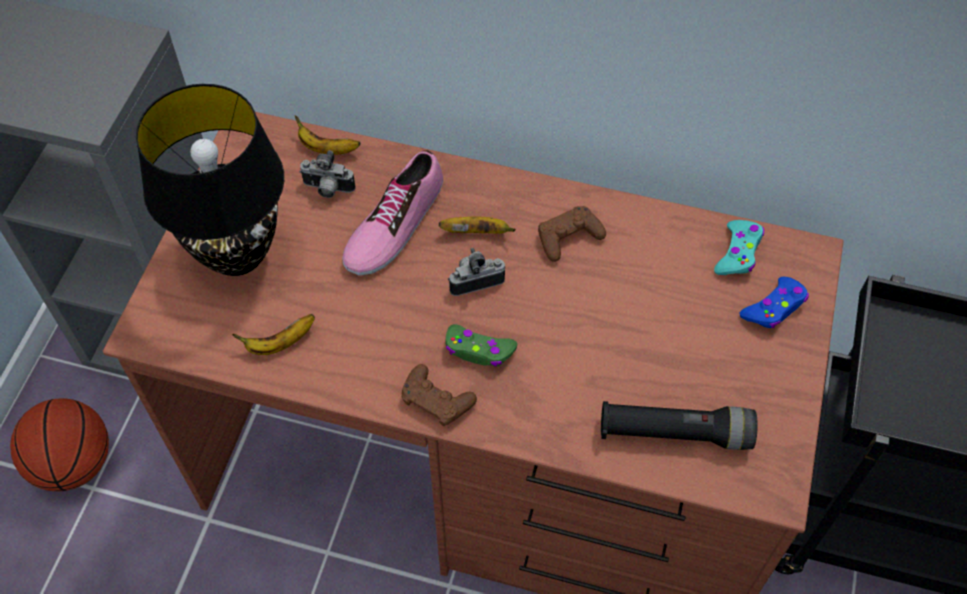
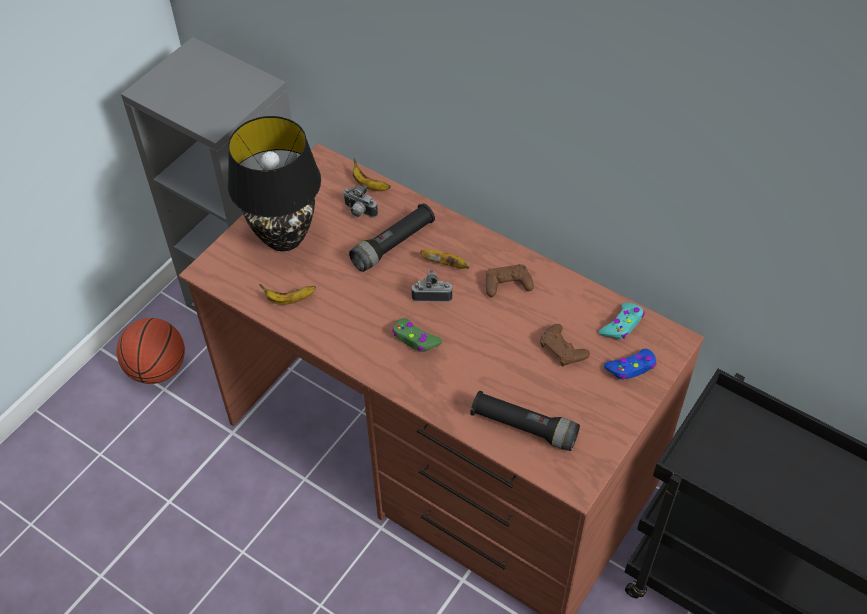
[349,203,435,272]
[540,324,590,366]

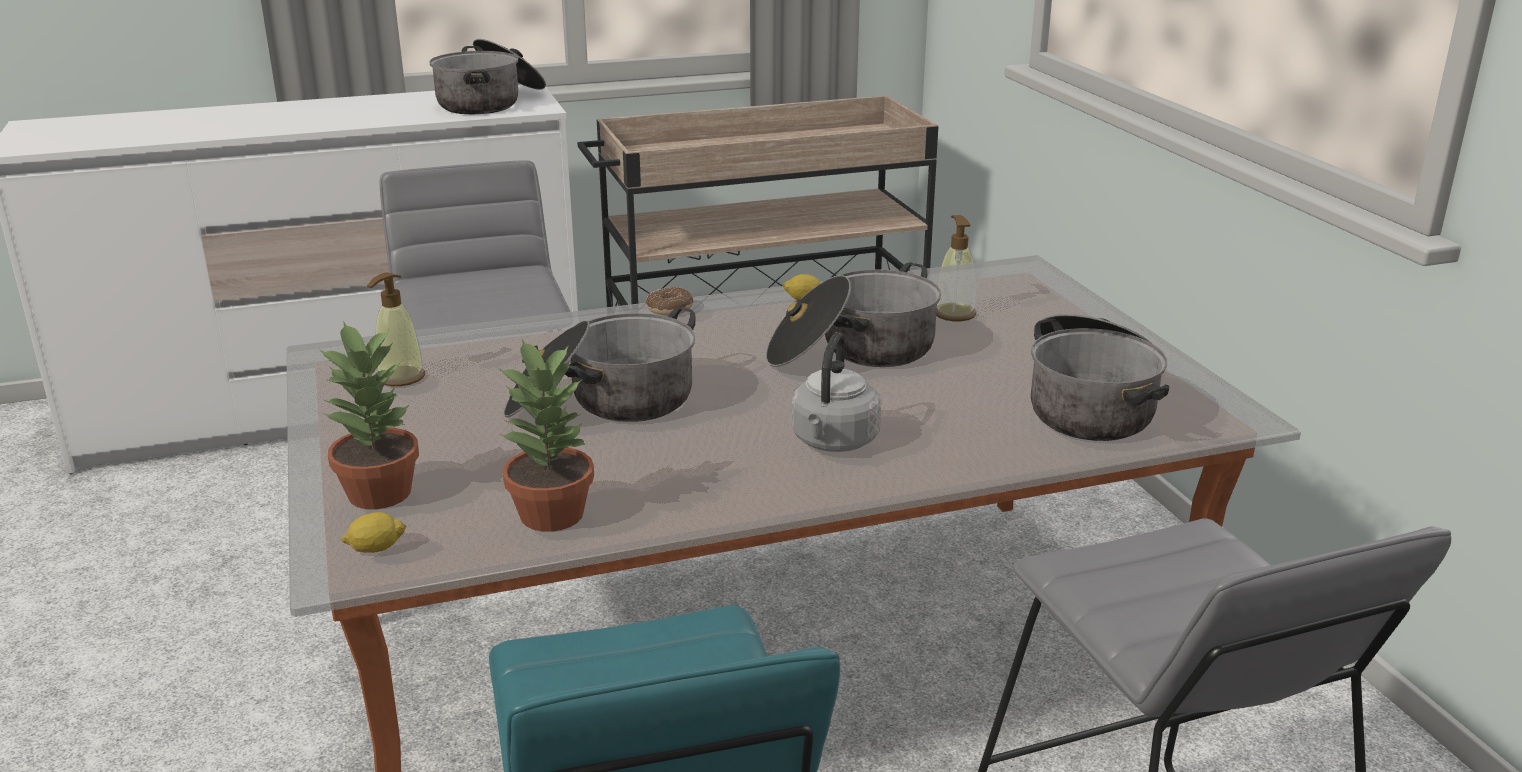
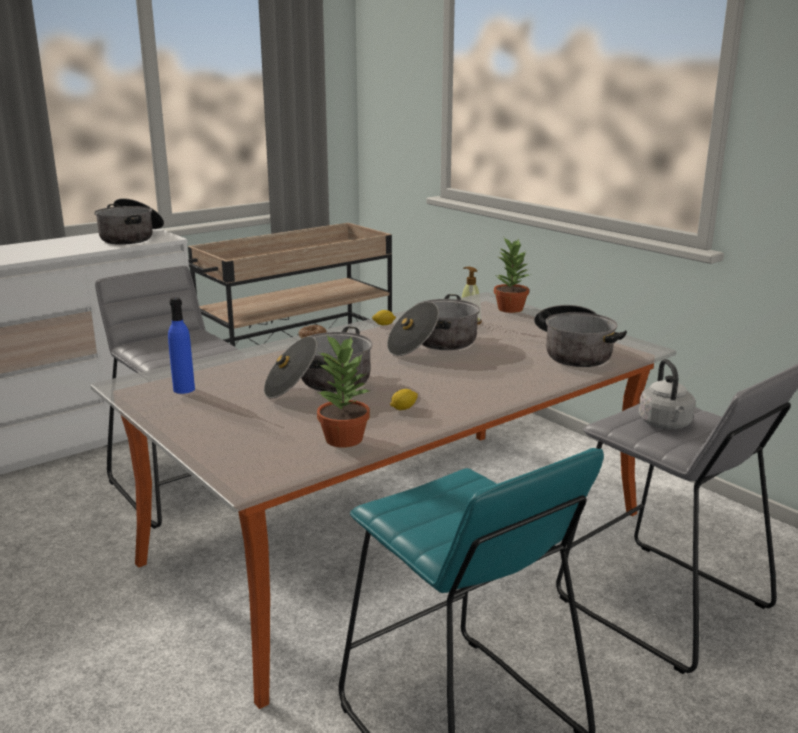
[494,238,532,313]
[390,389,418,410]
[168,297,195,394]
[638,359,696,429]

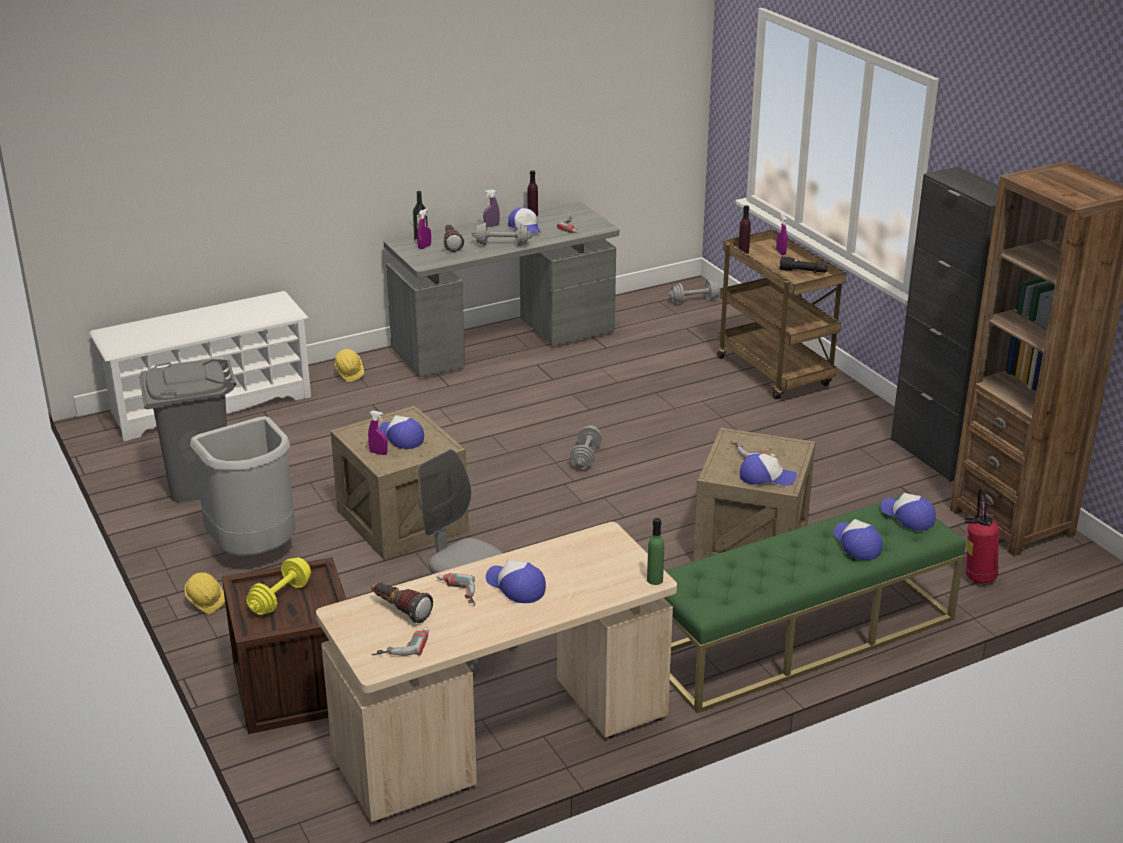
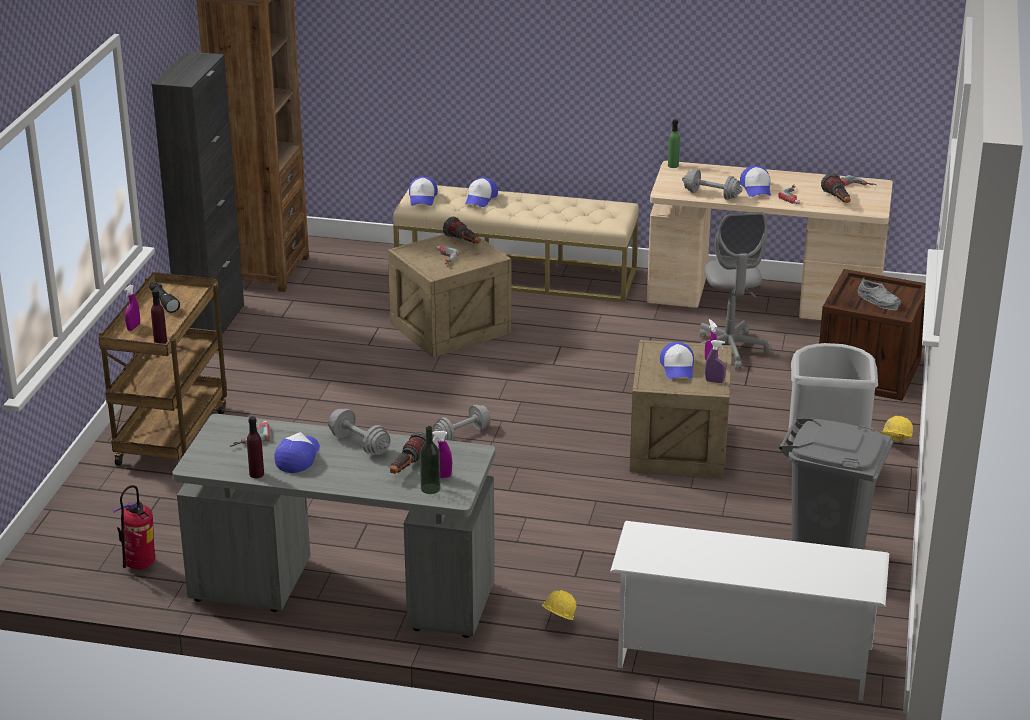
[858,277,901,310]
[705,340,726,383]
[393,185,639,302]
[682,169,743,200]
[443,217,481,243]
[112,485,155,570]

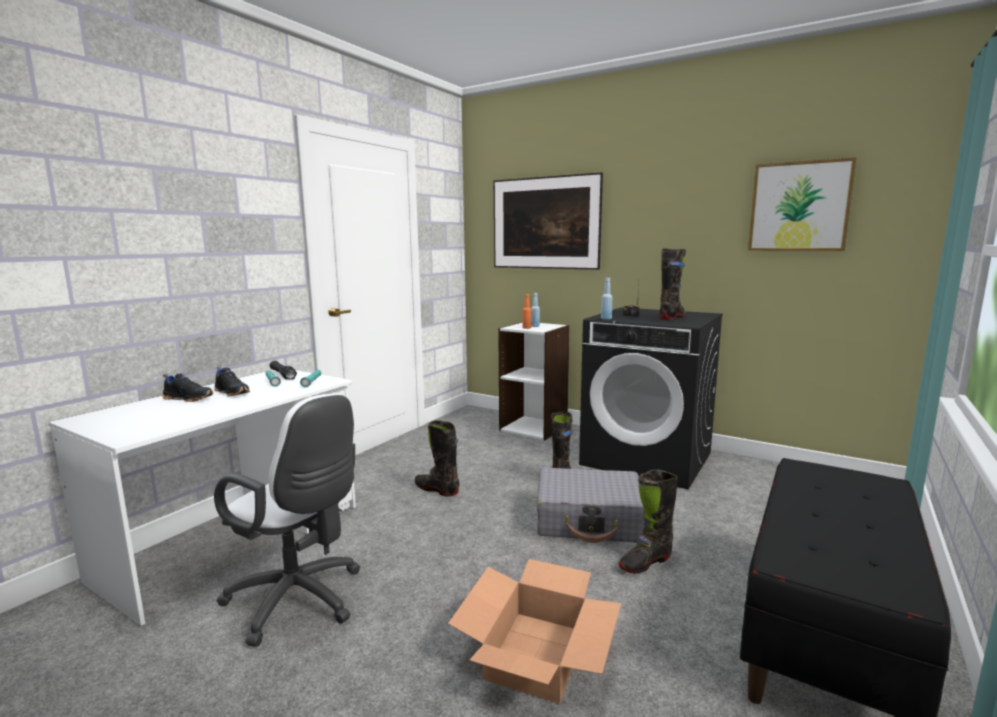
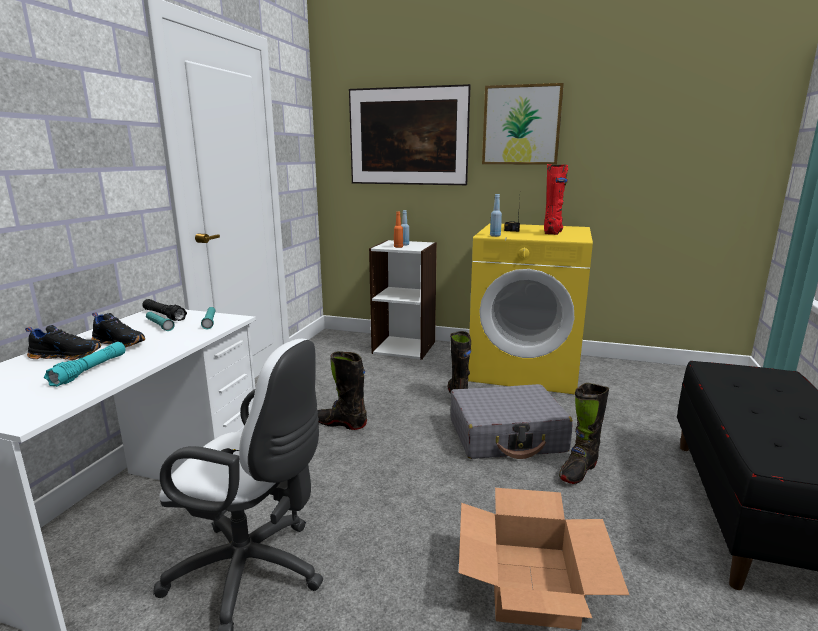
[468,223,593,394]
[544,164,568,235]
[482,83,564,165]
[44,342,125,387]

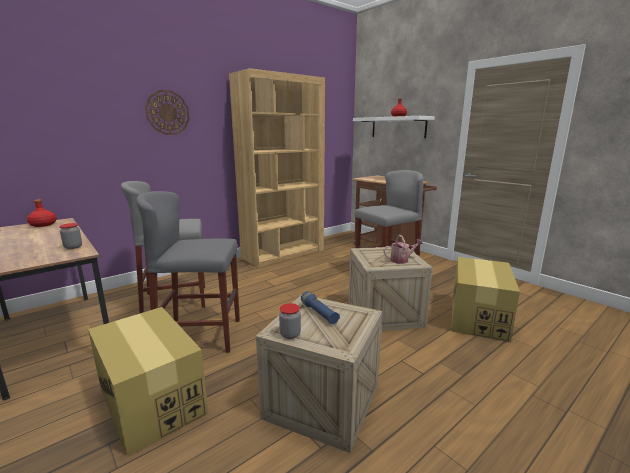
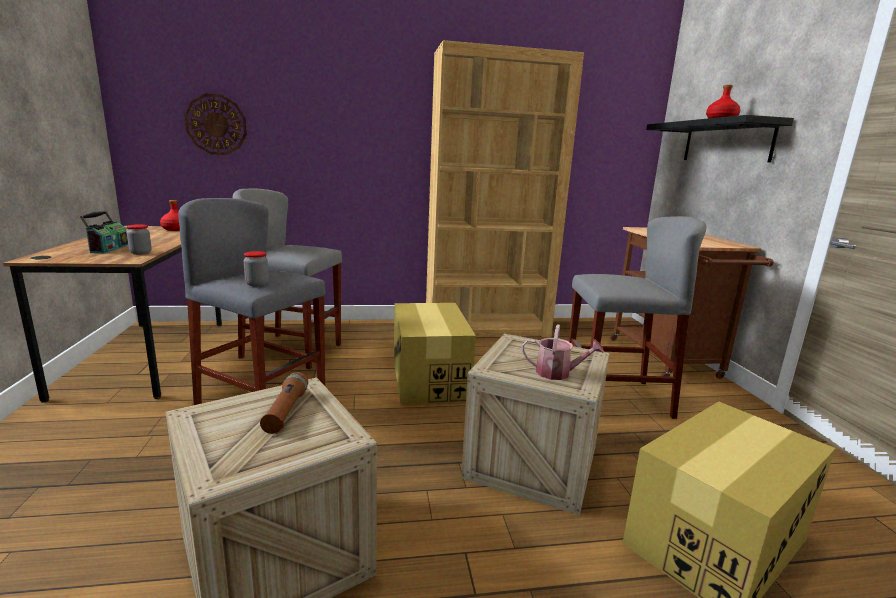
[394,303,476,405]
[185,94,247,155]
[244,251,269,286]
[260,372,308,434]
[646,115,794,162]
[80,211,128,253]

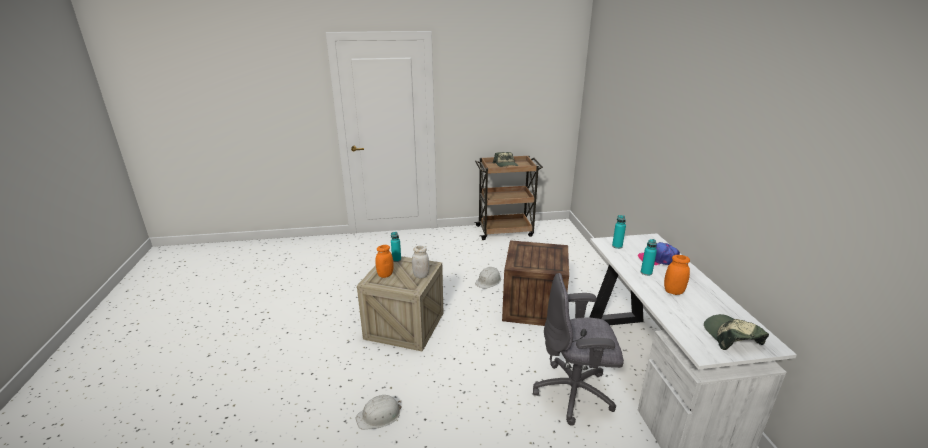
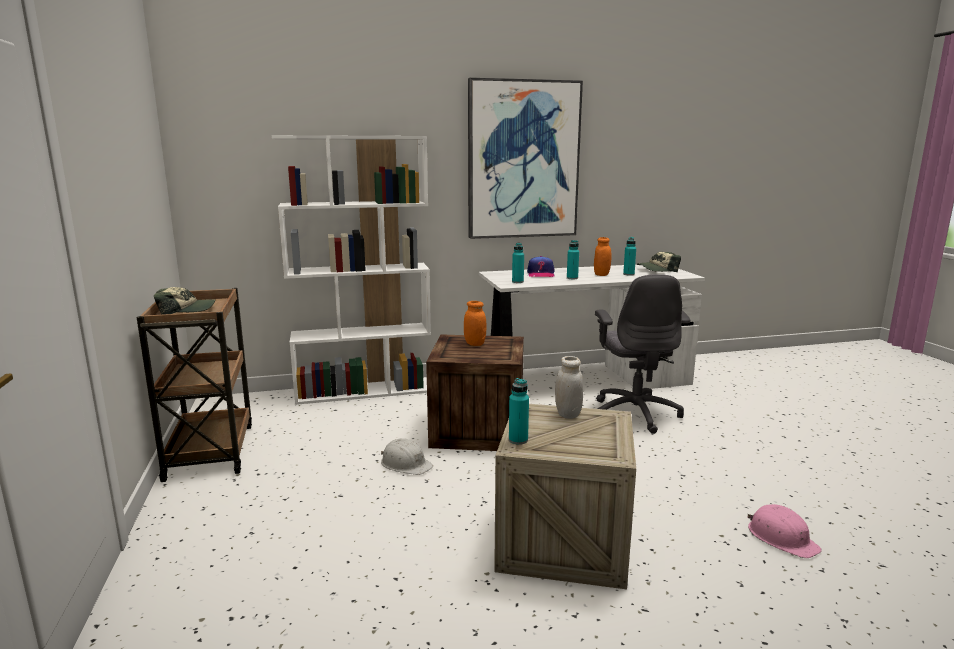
[747,504,822,558]
[464,301,486,346]
[272,135,431,405]
[468,78,583,239]
[623,237,636,276]

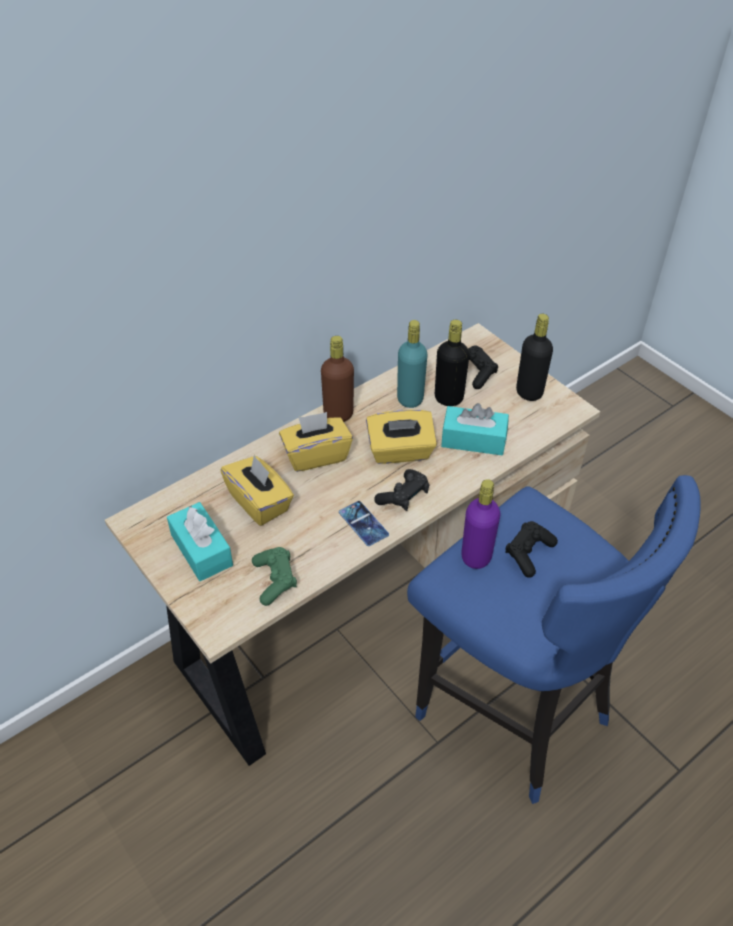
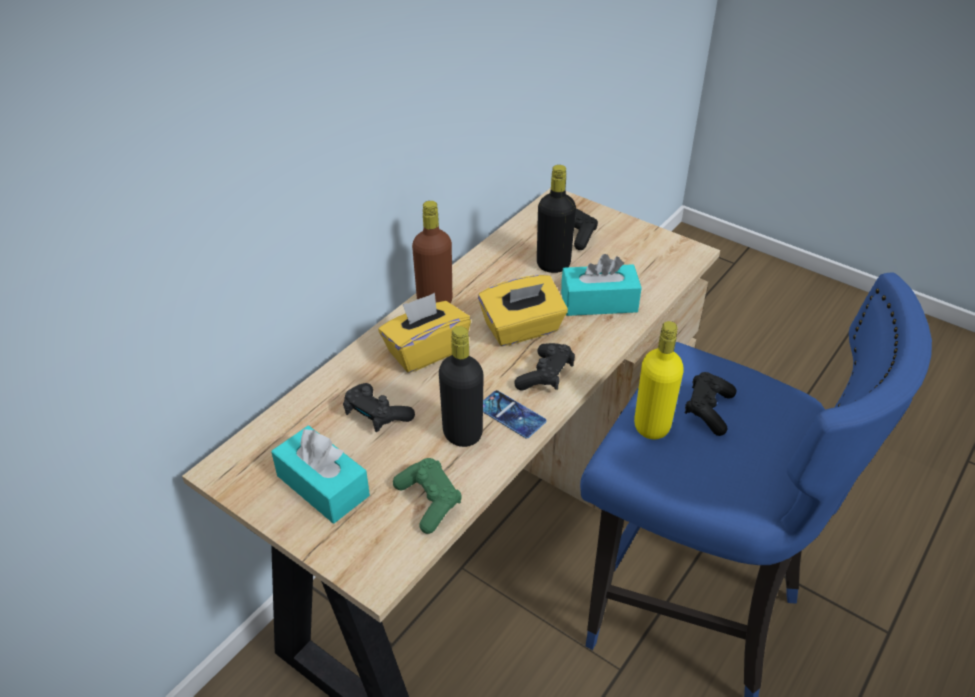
[343,383,415,432]
[397,320,427,408] (first image)
[634,321,684,439]
[439,326,484,447]

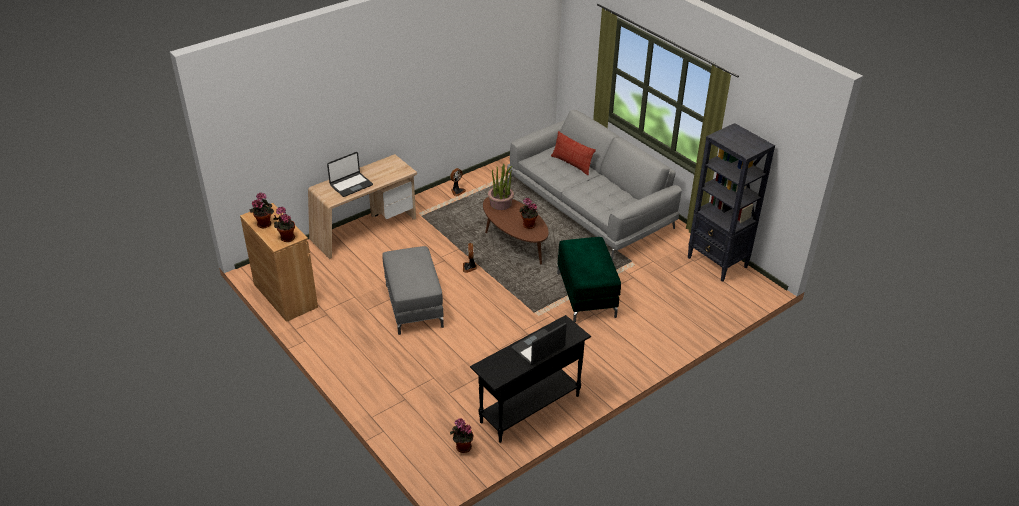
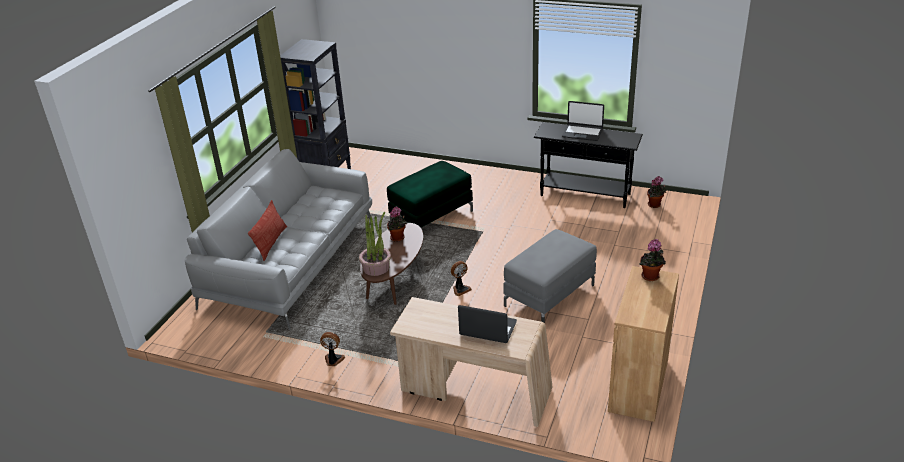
[249,192,274,228] (first image)

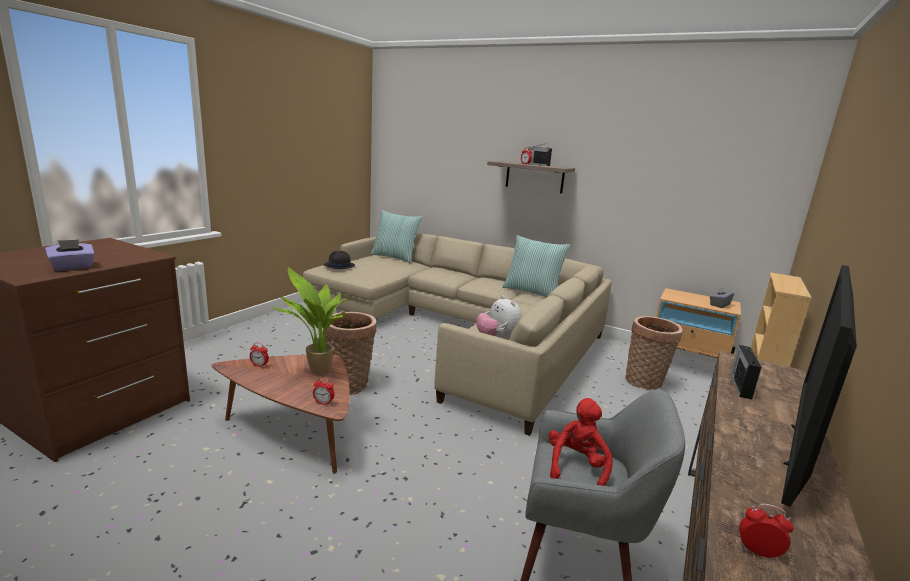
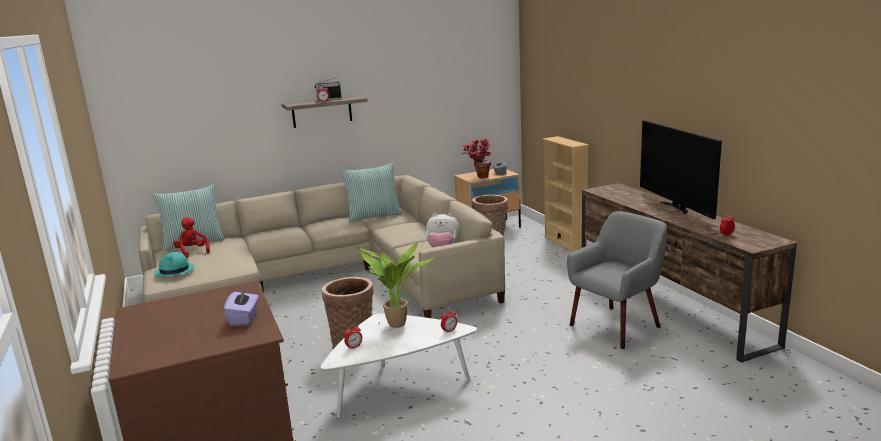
[321,314,477,418]
[154,252,195,277]
[173,217,210,258]
[731,345,761,399] (first image)
[462,139,492,178]

